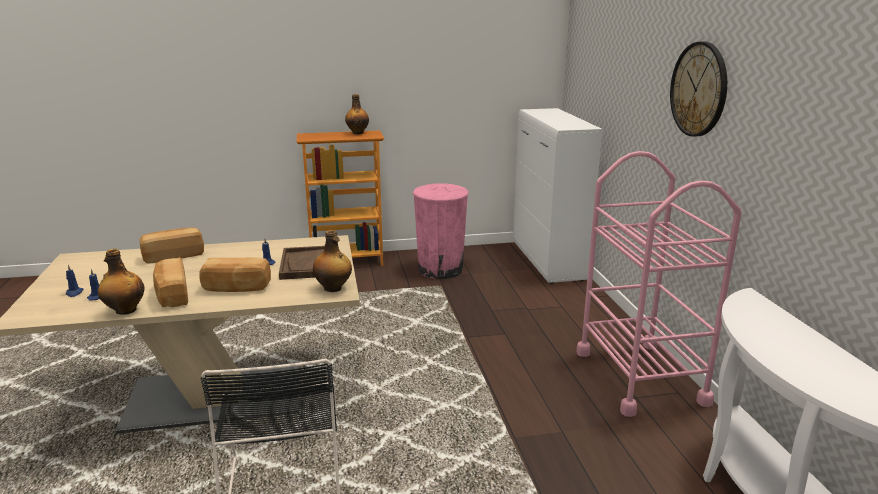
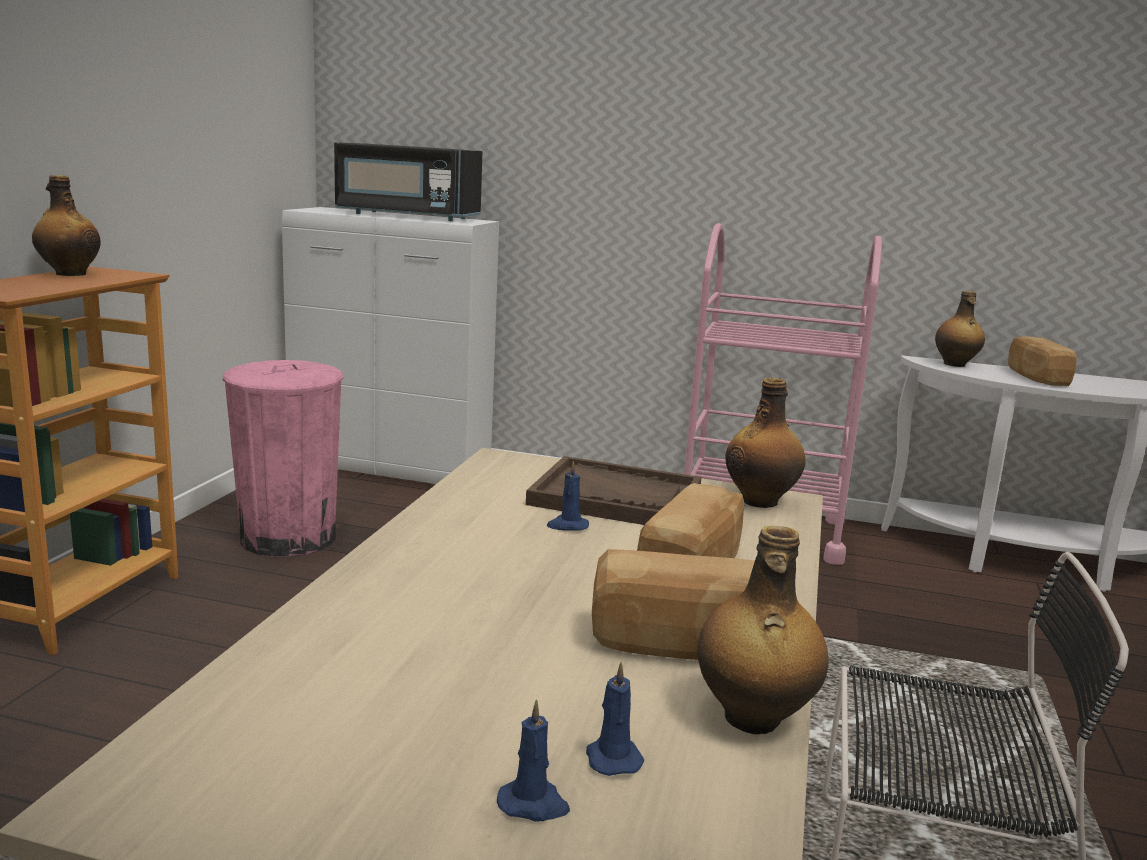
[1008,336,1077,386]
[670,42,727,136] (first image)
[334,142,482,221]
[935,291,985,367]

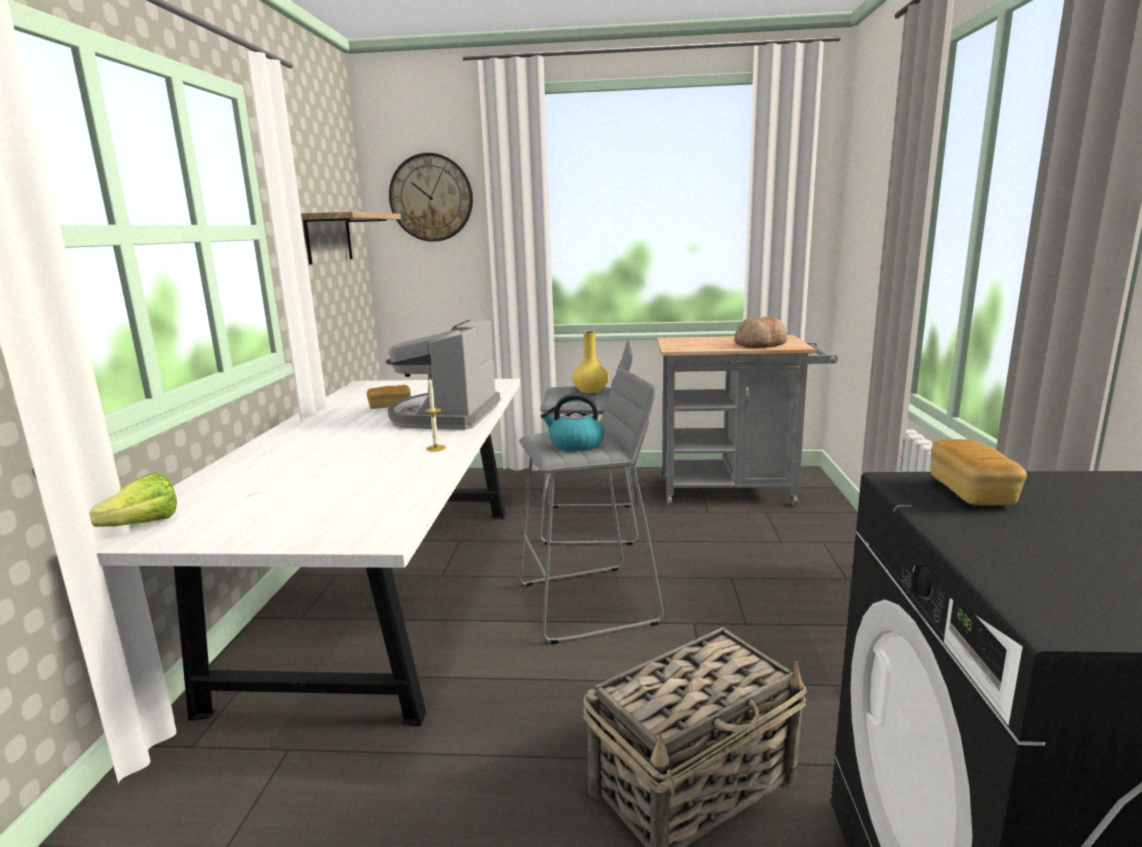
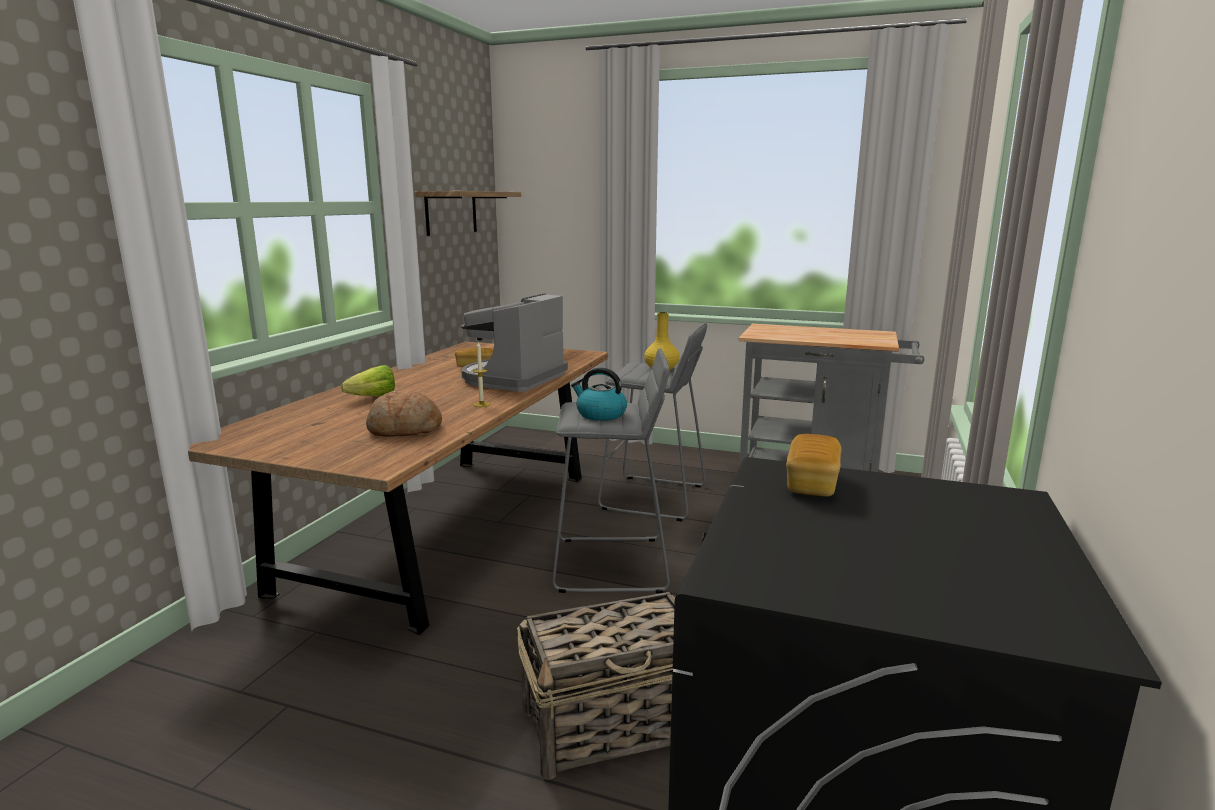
[341,365,395,396]
[188,342,608,635]
[389,153,473,242] (first image)
[366,391,442,437]

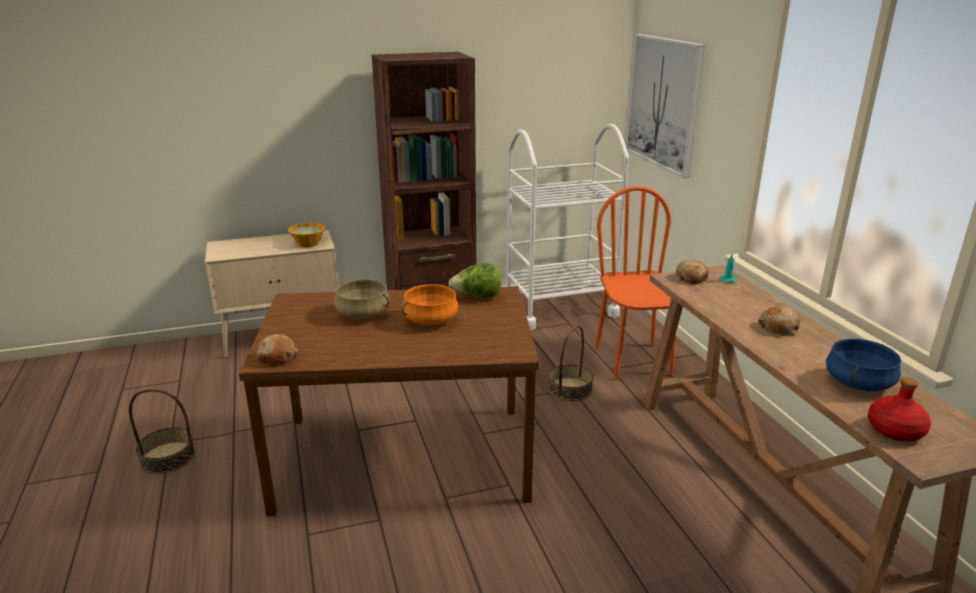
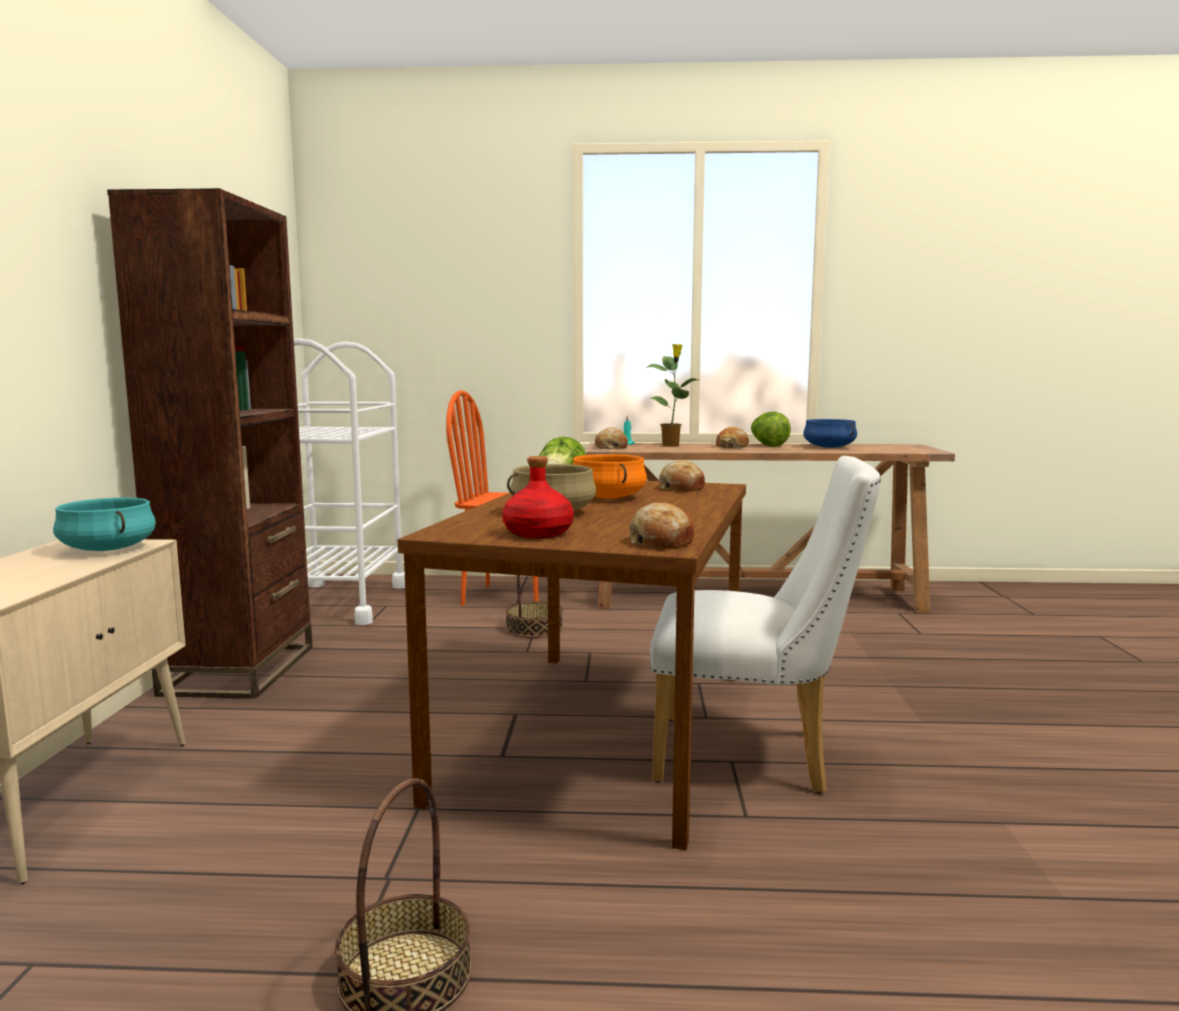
[53,498,156,551]
[625,34,705,178] (first image)
[502,456,574,538]
[646,344,698,447]
[650,456,881,794]
[659,460,705,492]
[751,411,791,447]

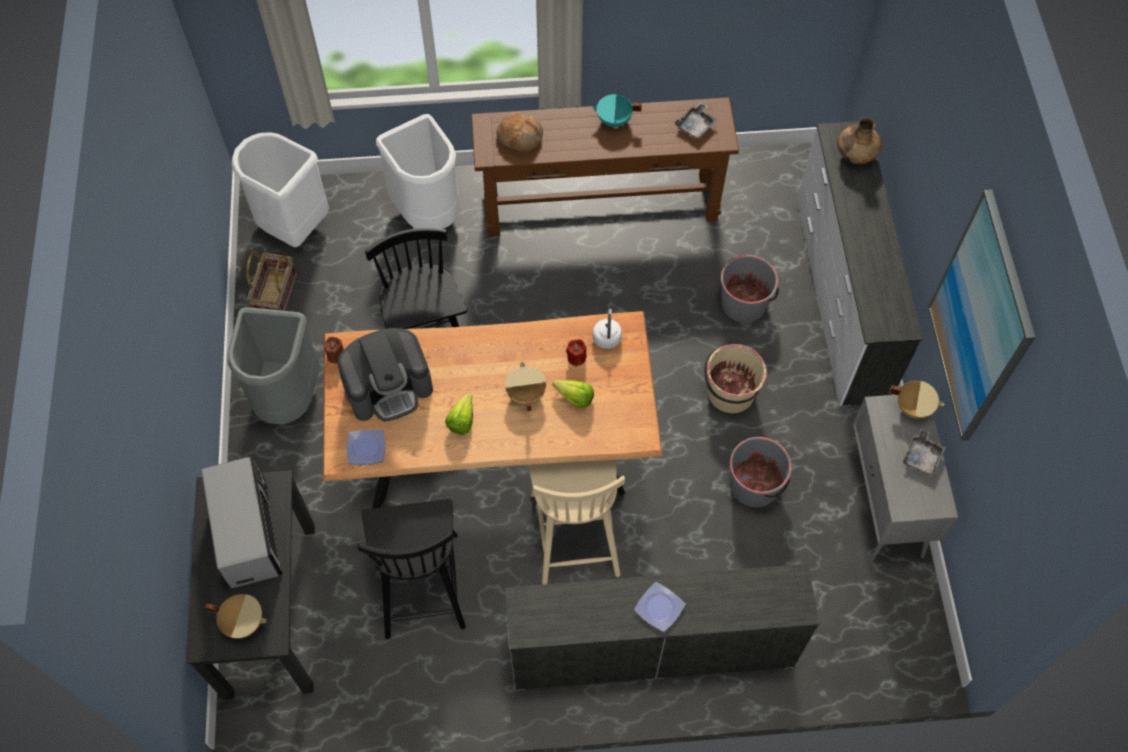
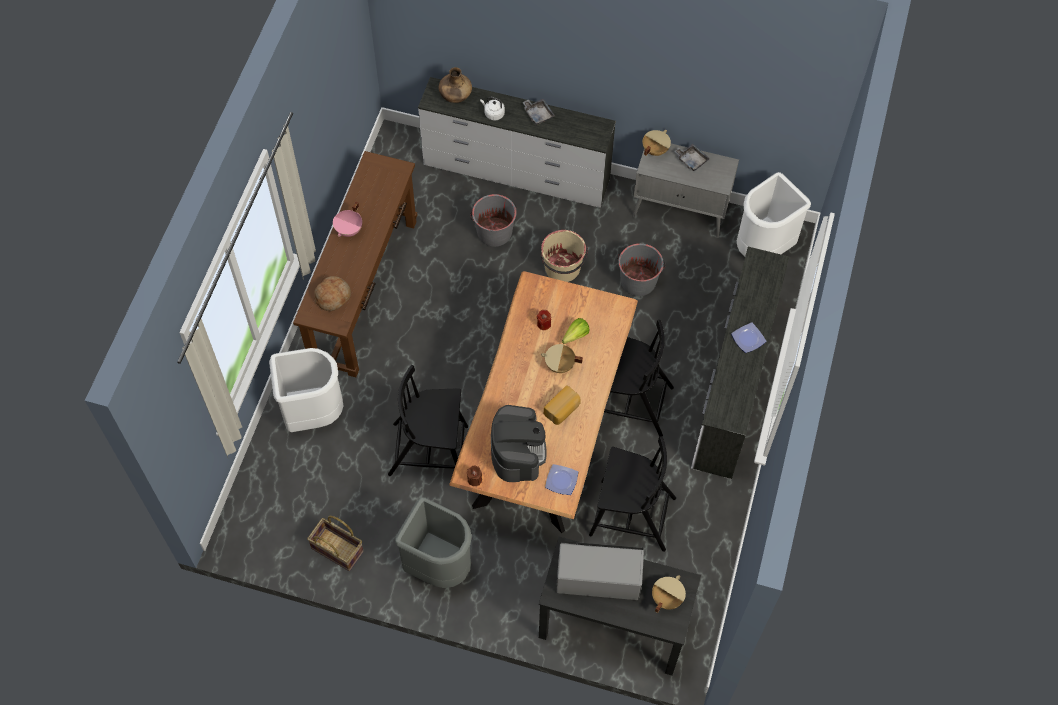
[737,172,811,256]
[544,385,581,425]
[604,320,674,436]
[333,202,362,237]
[480,96,505,120]
[522,99,555,125]
[928,189,1035,441] (first image)

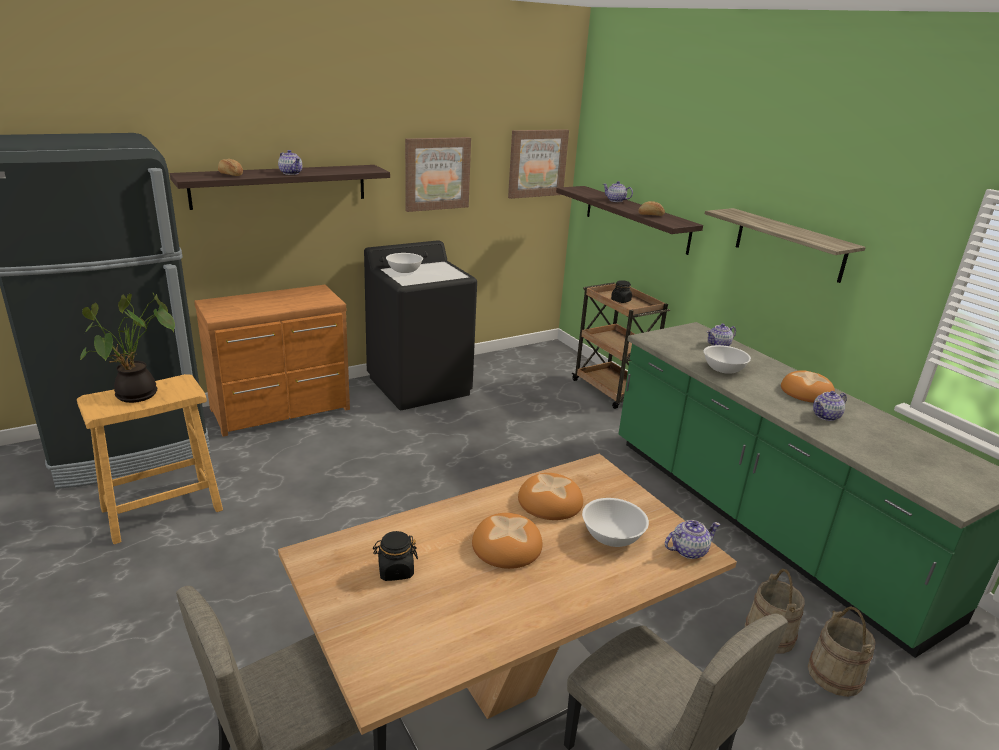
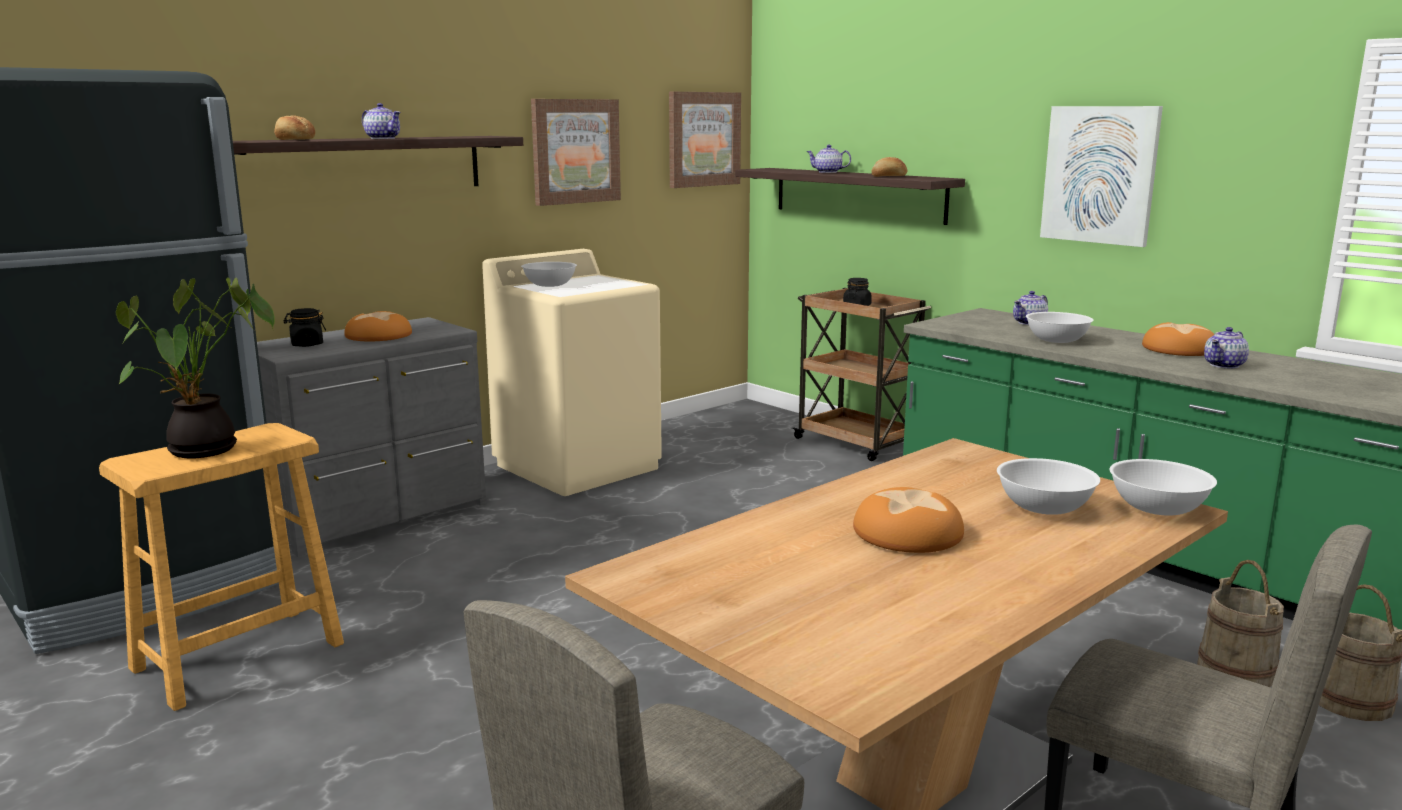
[257,317,486,557]
[482,249,662,496]
[283,308,326,347]
[344,311,412,342]
[1110,459,1217,516]
[1040,106,1163,247]

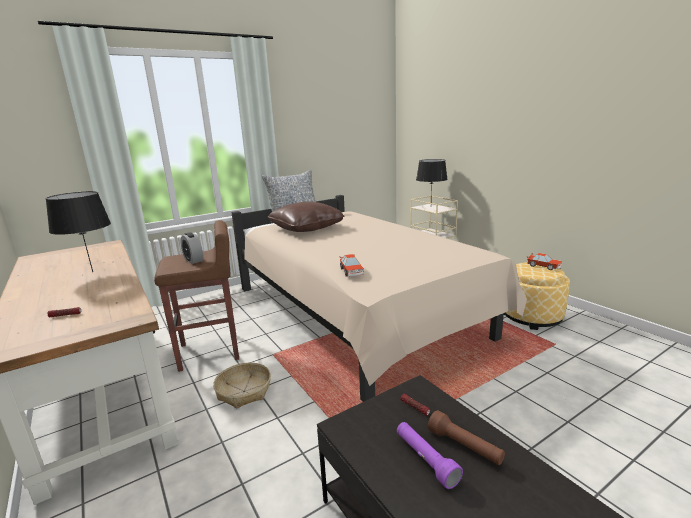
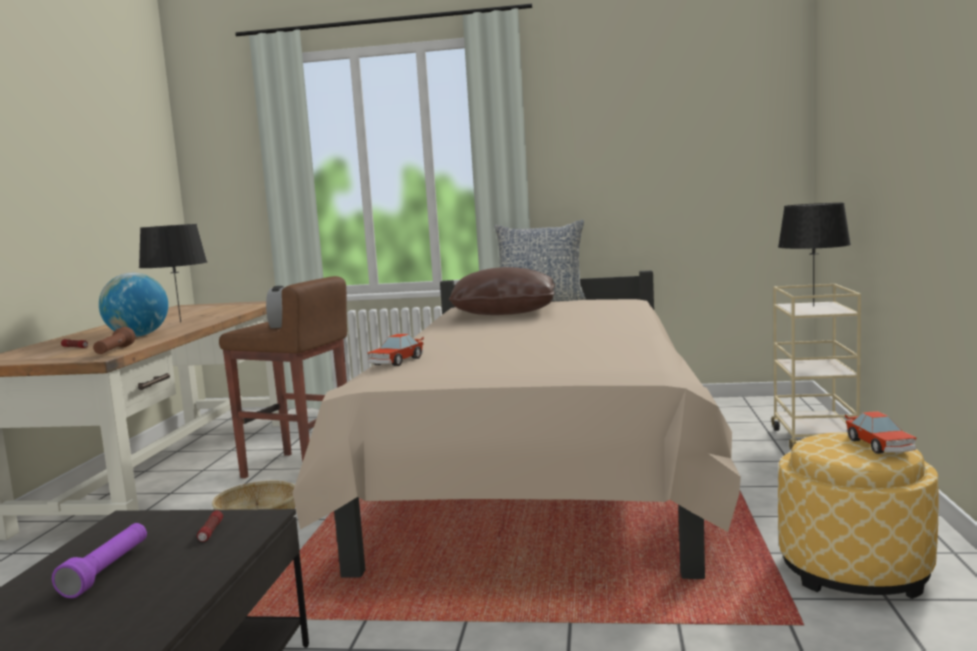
[93,327,136,354]
[99,273,168,337]

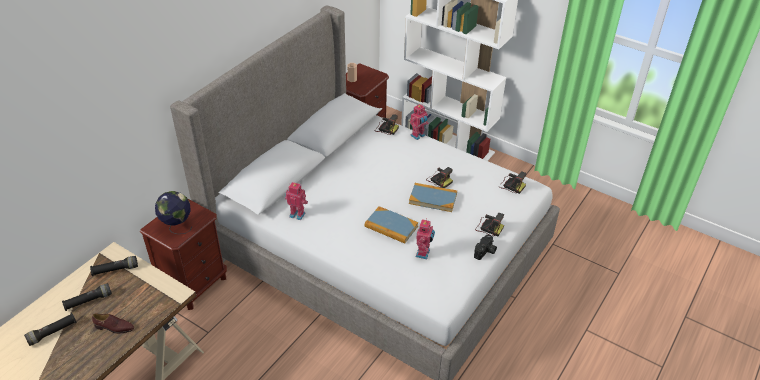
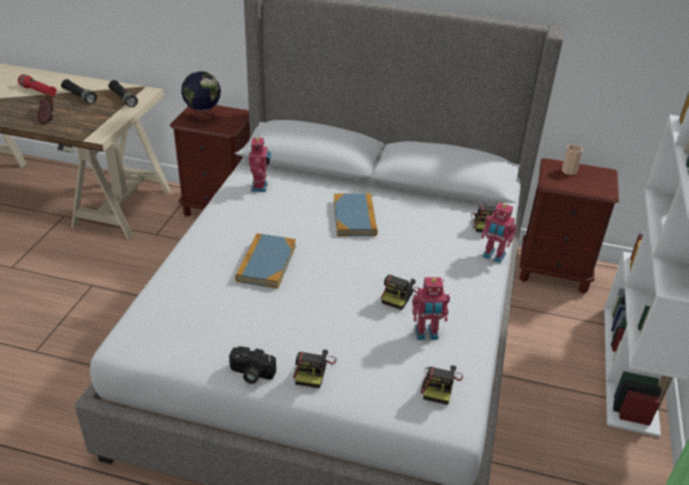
[18,74,57,97]
[334,193,378,236]
[412,277,450,340]

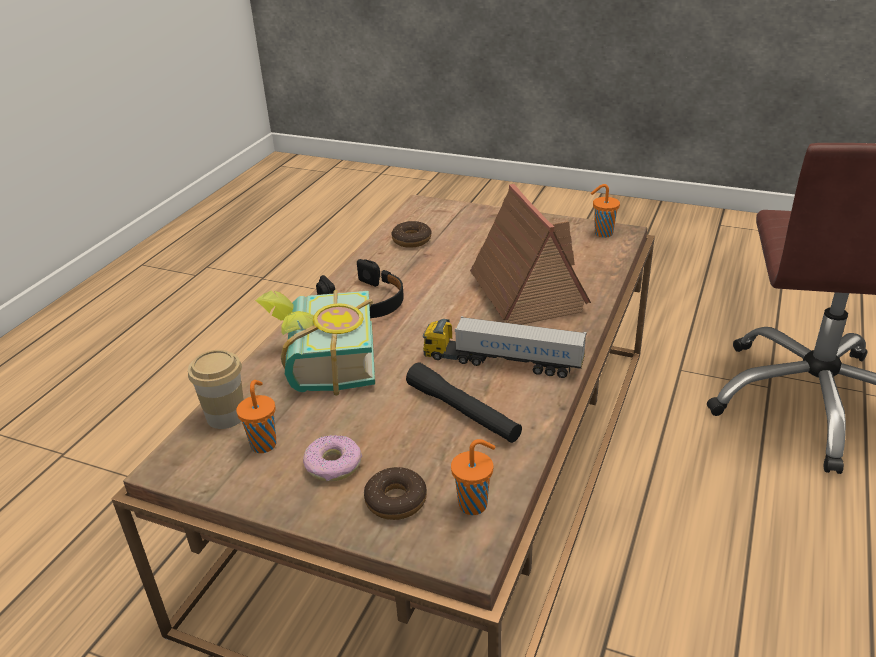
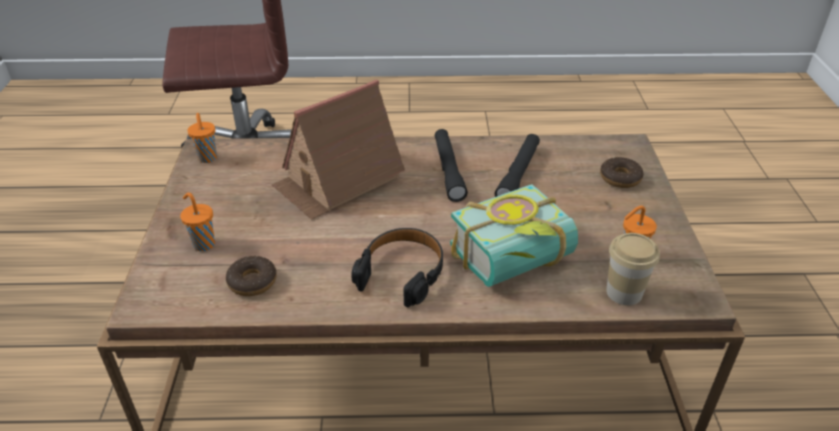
[303,435,362,482] (first image)
[435,129,468,202]
[180,192,215,251]

